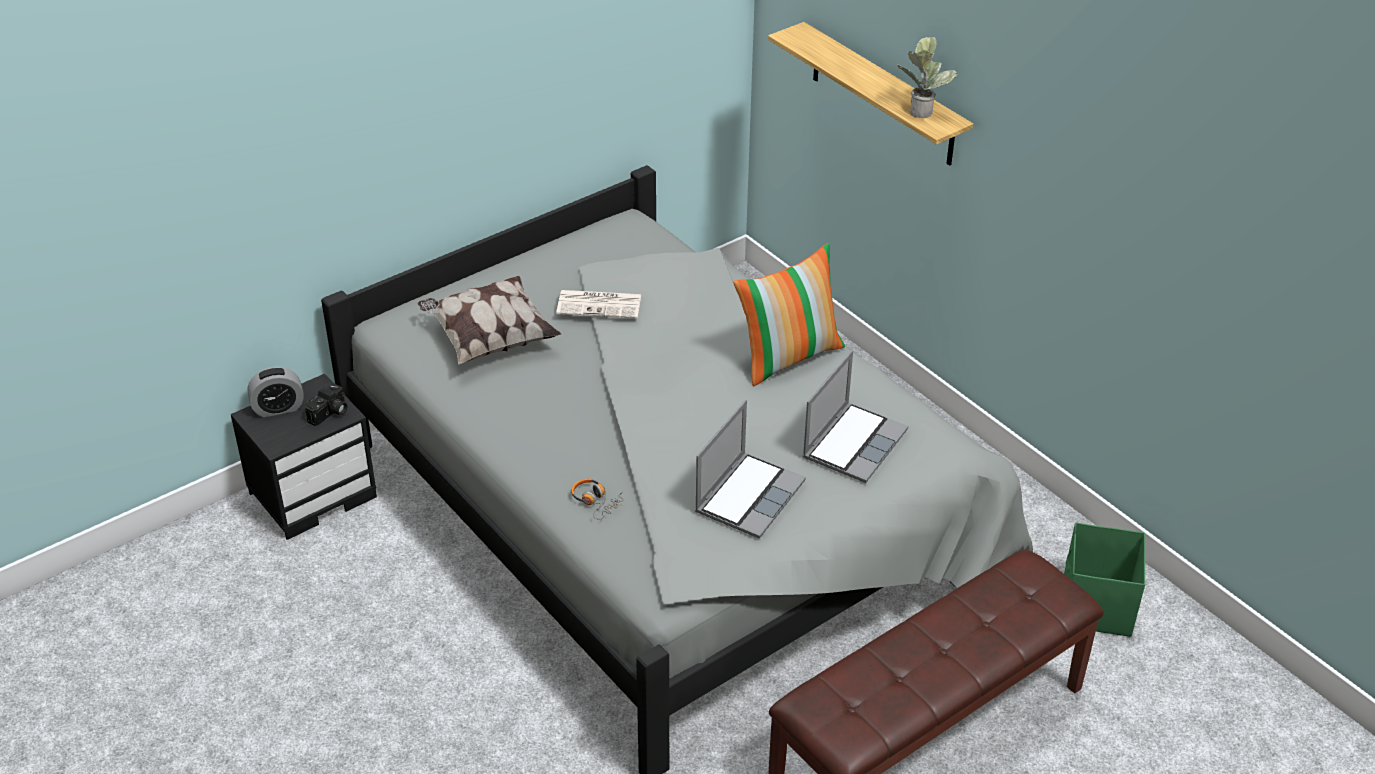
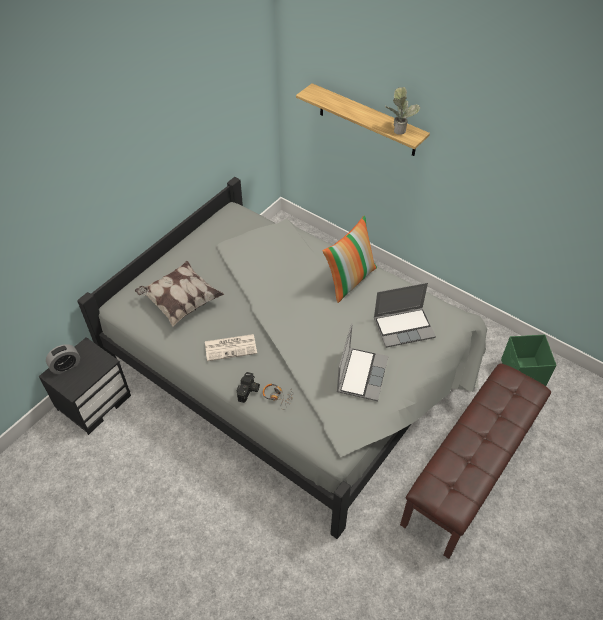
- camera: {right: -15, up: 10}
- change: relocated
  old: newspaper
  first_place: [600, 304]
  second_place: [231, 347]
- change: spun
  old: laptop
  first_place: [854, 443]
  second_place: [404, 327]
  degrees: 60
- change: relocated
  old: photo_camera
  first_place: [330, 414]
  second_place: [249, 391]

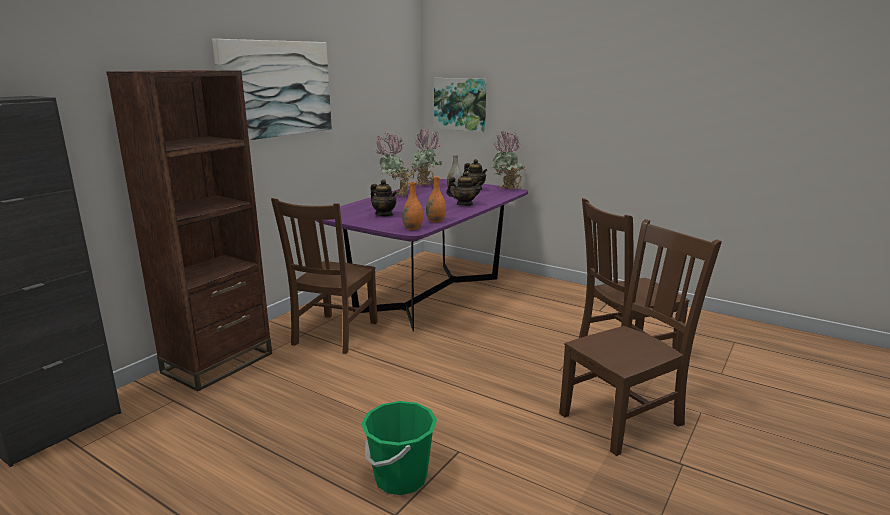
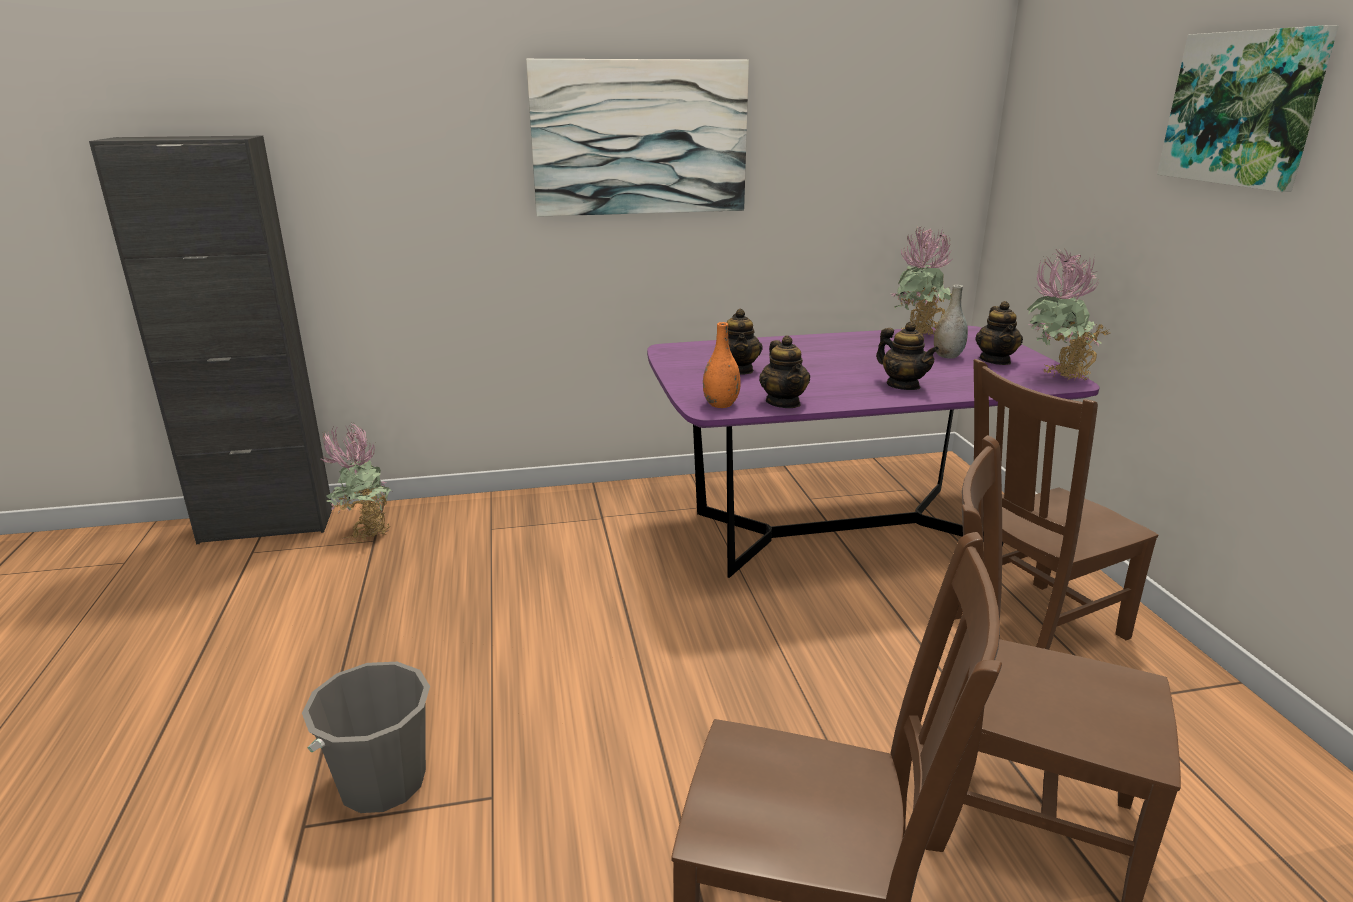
- camera: {right: 45, up: 5}
- change: missing
  old: brown_bookcase
  first_place: [218, 363]
- change: relocated
  old: picture
  first_place: [460, 104]
  second_place: [1243, 109]
- change: relocated
  old: potted_plant
  first_place: [395, 195]
  second_place: [365, 532]
- change: exchanged
  old: orange_vase
  new: teapot
  first_place: [436, 221]
  second_place: [783, 403]
- change: relocated
  old: brown_chair
  first_place: [334, 334]
  second_place: [1031, 628]
- change: colour
  old: green_bucket
  new: grey_bucket
  first_place: [400, 478]
  second_place: [382, 782]

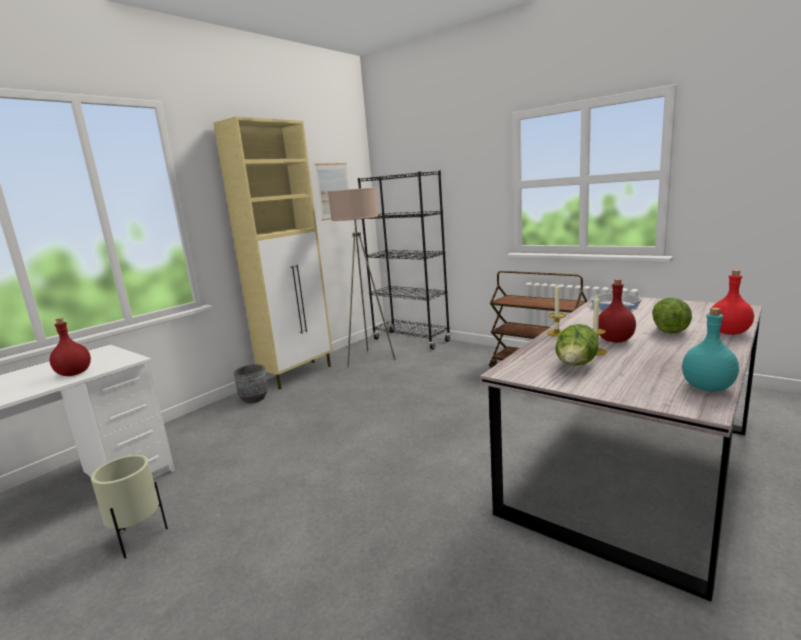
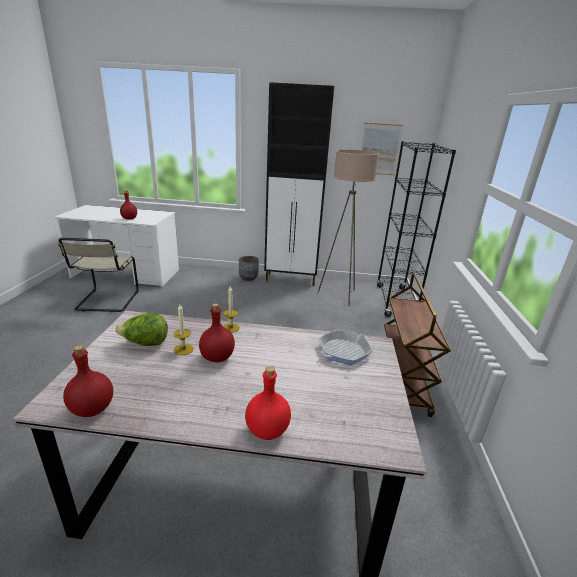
- camera: {right: 55, up: 10}
- change: colour
  old: beige_cabinet
  new: black_cabinet
  first_place: [298, 374]
  second_place: [291, 279]
- change: missing
  old: lettuce
  first_place: [669, 330]
- change: colour
  old: turquoise_bottle
  new: red_bottle
  first_place: [707, 388]
  second_place: [92, 408]
- change: exchanged
  old: beige_planter
  new: beige_chair
  first_place: [139, 539]
  second_place: [107, 301]

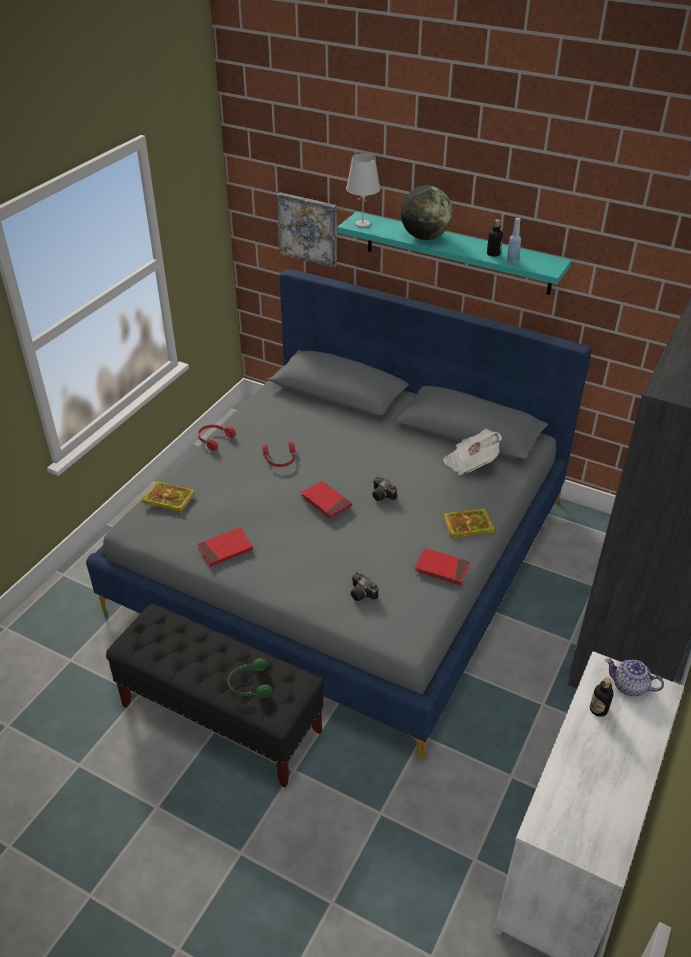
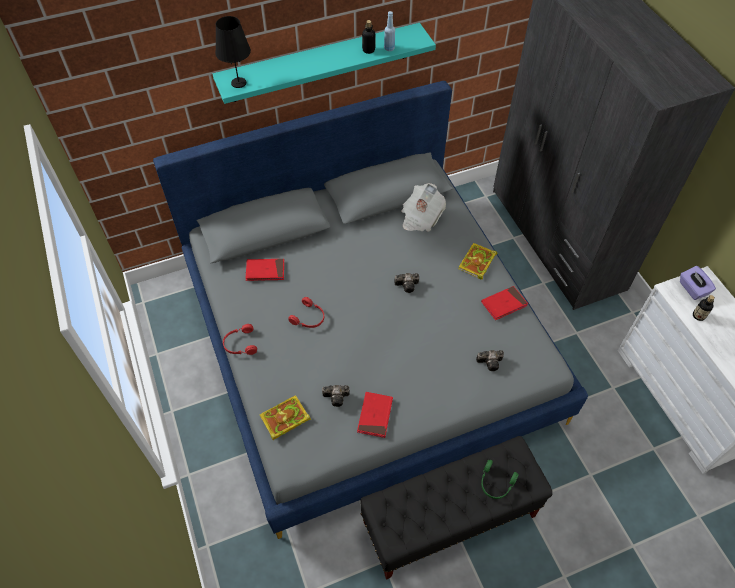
- camera: {right: -50, up: 15}
- change: colour
  old: white_table_lamp
  new: black_table_lamp
  first_place: [362, 224]
  second_place: [238, 83]
- change: missing
  old: globe
  first_place: [424, 237]
- change: missing
  old: picture
  first_place: [308, 229]
- change: relocated
  old: red_book
  first_place: [325, 501]
  second_place: [265, 271]
- change: exchanged
  old: teapot
  new: purple_tissue_box
  first_place: [630, 686]
  second_place: [692, 289]
- change: appeared
  new: photo_camera
  second_place: [337, 397]

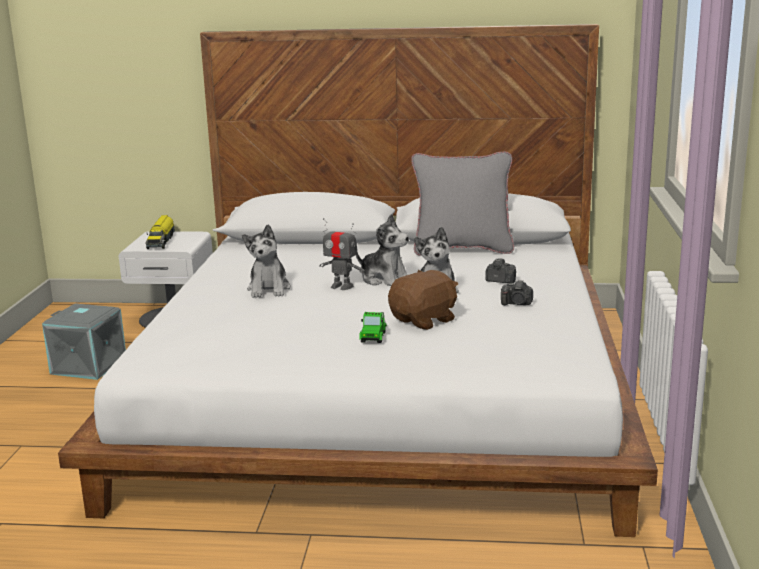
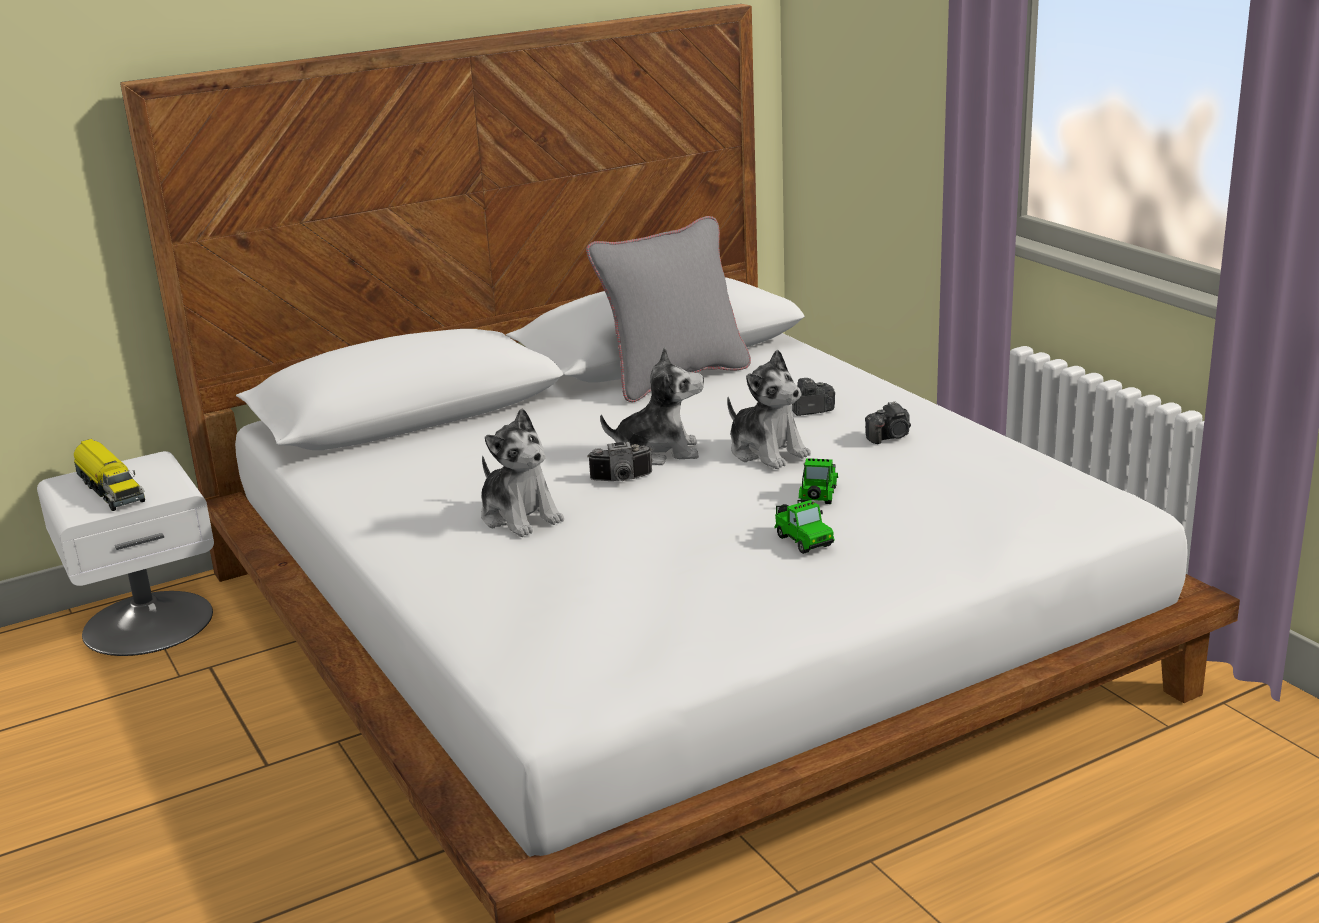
- camera: {right: -35, up: 5}
- change: exchanged
  old: toy_robot
  new: photo_camera
  first_place: [341, 286]
  second_place: [622, 480]
- change: exchanged
  old: brown_plush_toy
  new: toy_car
  first_place: [424, 320]
  second_place: [818, 496]
- change: missing
  old: grey_storage_box
  first_place: [90, 365]

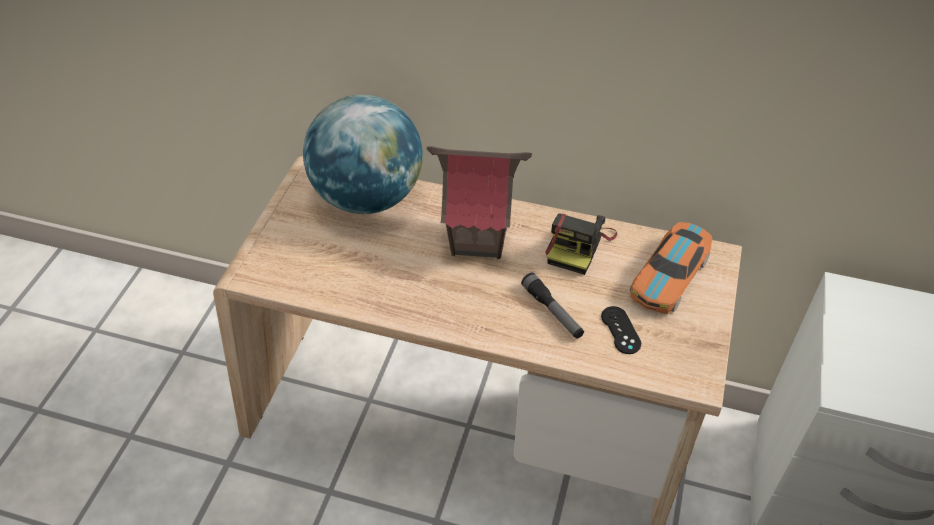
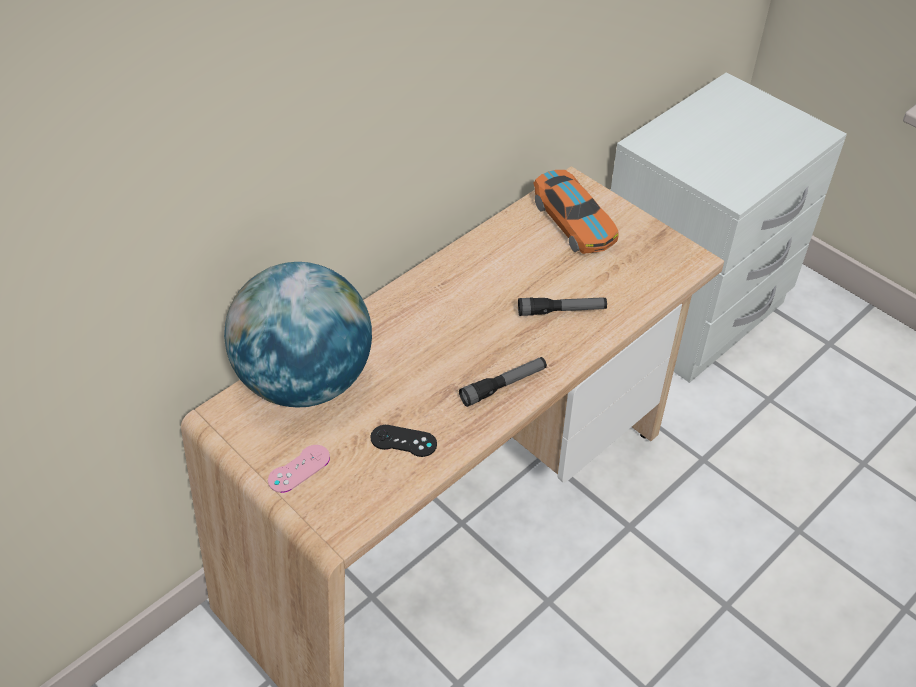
- camera: {right: -60, up: 0}
- change: missing
  old: toy_house
  first_place: [477, 239]
- change: missing
  old: photo_camera
  first_place: [578, 245]
- change: relocated
  old: black_game_controller
  first_place: [620, 330]
  second_place: [403, 441]
- change: appeared
  new: flashlight
  second_place: [503, 386]
- change: appeared
  new: pink_game_controller
  second_place: [299, 469]

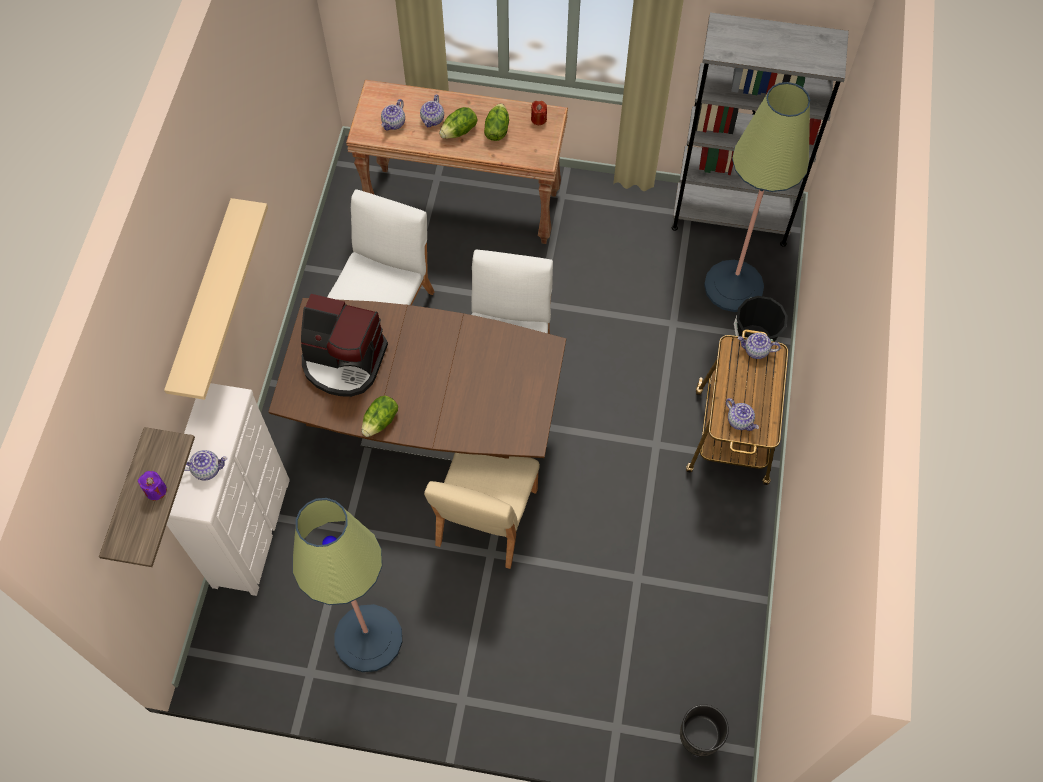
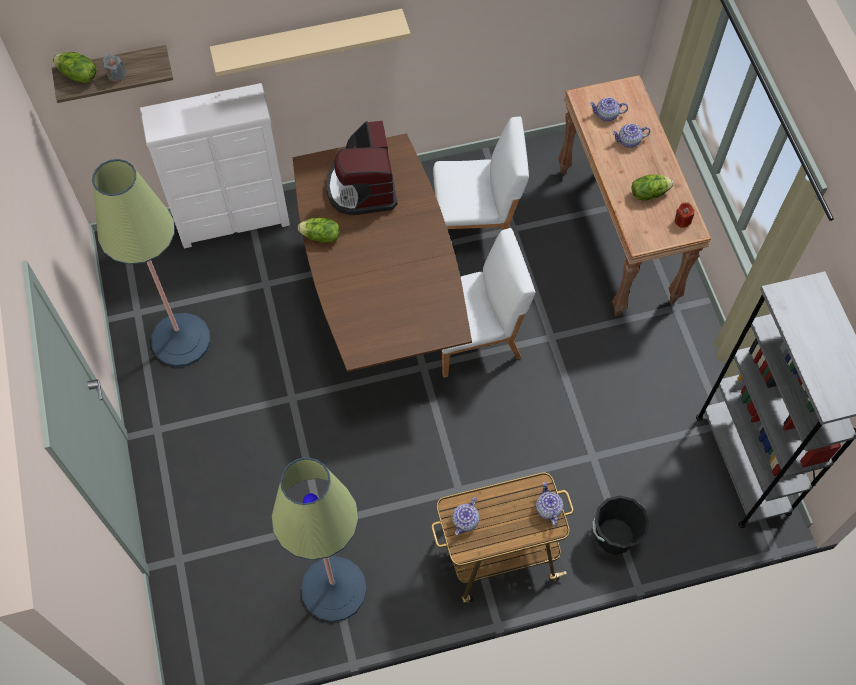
- camera: {right: 65, up: 0}
- change: relocated
  old: floor_lamp
  first_place: [733, 286]
  second_place: [333, 589]
- change: relocated
  old: lettuce
  first_place: [459, 131]
  second_place: [78, 76]
- change: missing
  old: teapot
  first_place: [207, 469]
- change: missing
  old: beige_chair
  first_place: [485, 518]
- change: colour
  old: purple_candle
  new: grey_candle
  first_place: [156, 490]
  second_place: [116, 75]
- change: missing
  old: black_planter
  first_place: [696, 741]

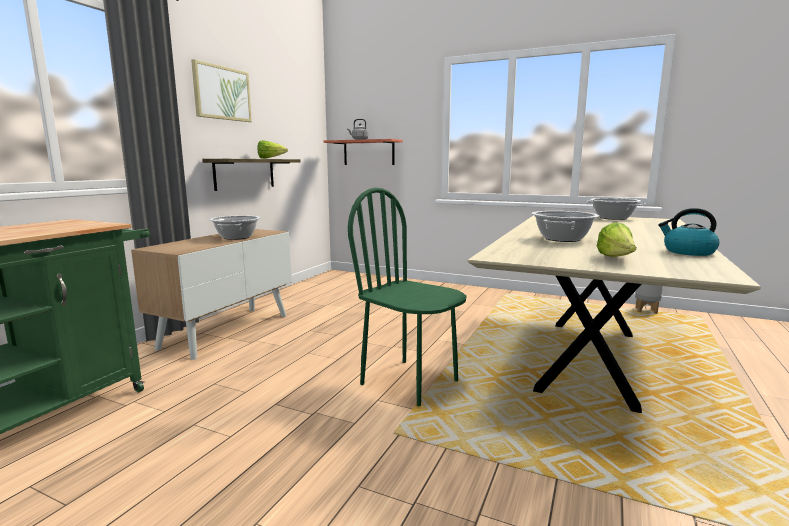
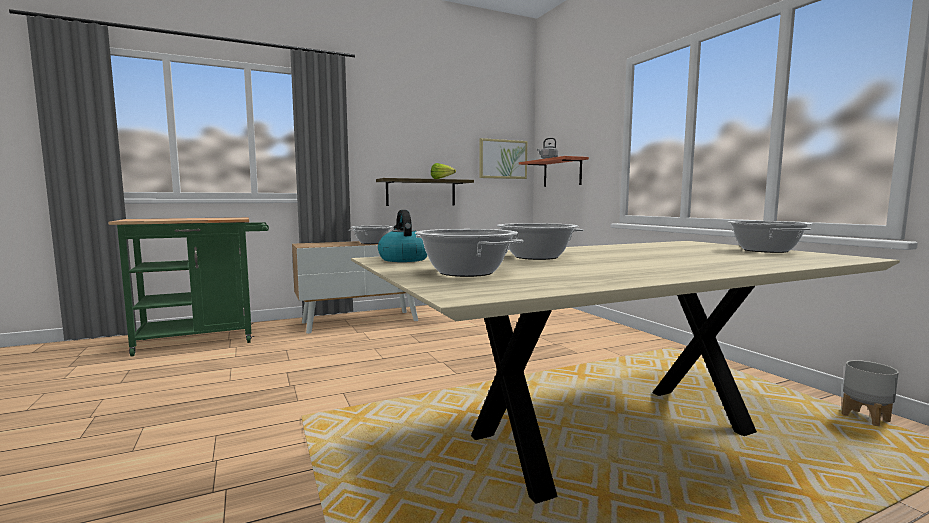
- camera: {right: 40, up: -5}
- change: relocated
  old: picture
  first_place: [222, 93]
  second_place: [503, 159]
- change: missing
  old: green_chair
  first_place: [410, 382]
- change: relocated
  old: kettle
  first_place: [688, 252]
  second_place: [403, 259]
- change: exchanged
  old: lettuce
  new: cooking_pot
  first_place: [617, 259]
  second_place: [466, 272]

